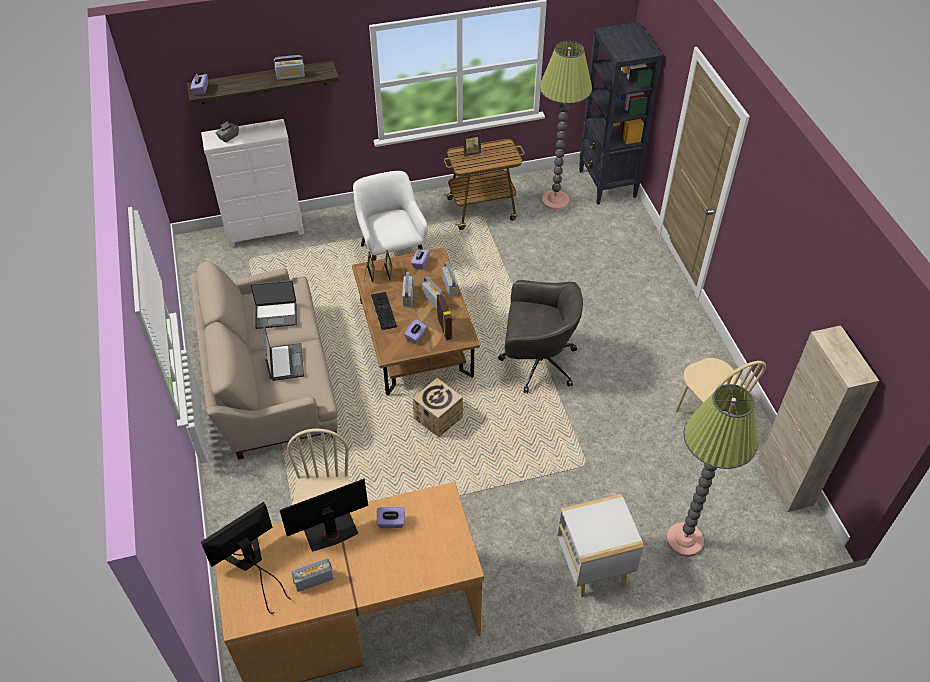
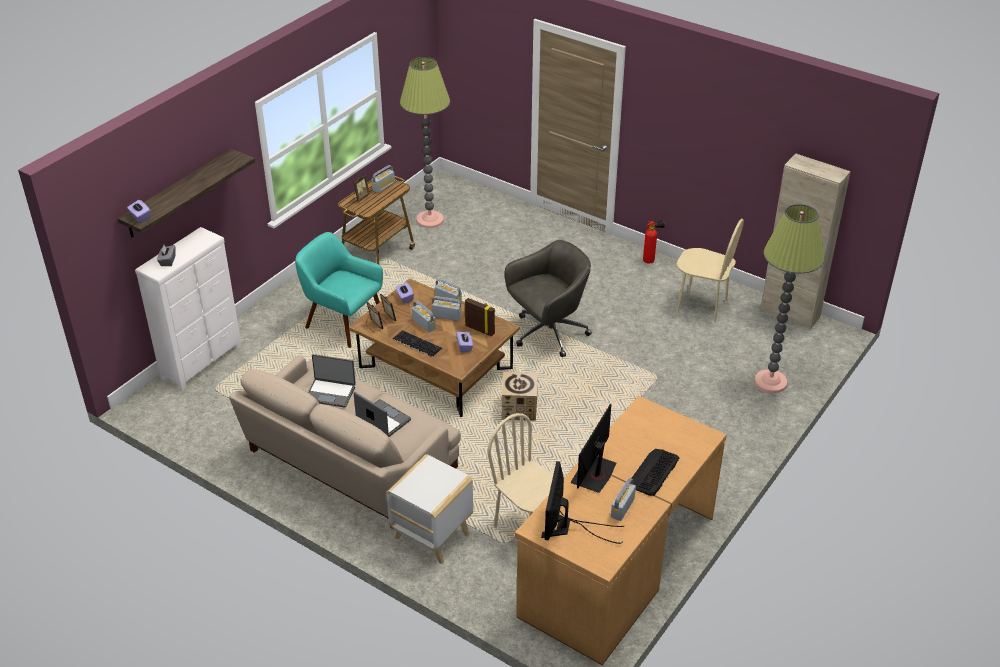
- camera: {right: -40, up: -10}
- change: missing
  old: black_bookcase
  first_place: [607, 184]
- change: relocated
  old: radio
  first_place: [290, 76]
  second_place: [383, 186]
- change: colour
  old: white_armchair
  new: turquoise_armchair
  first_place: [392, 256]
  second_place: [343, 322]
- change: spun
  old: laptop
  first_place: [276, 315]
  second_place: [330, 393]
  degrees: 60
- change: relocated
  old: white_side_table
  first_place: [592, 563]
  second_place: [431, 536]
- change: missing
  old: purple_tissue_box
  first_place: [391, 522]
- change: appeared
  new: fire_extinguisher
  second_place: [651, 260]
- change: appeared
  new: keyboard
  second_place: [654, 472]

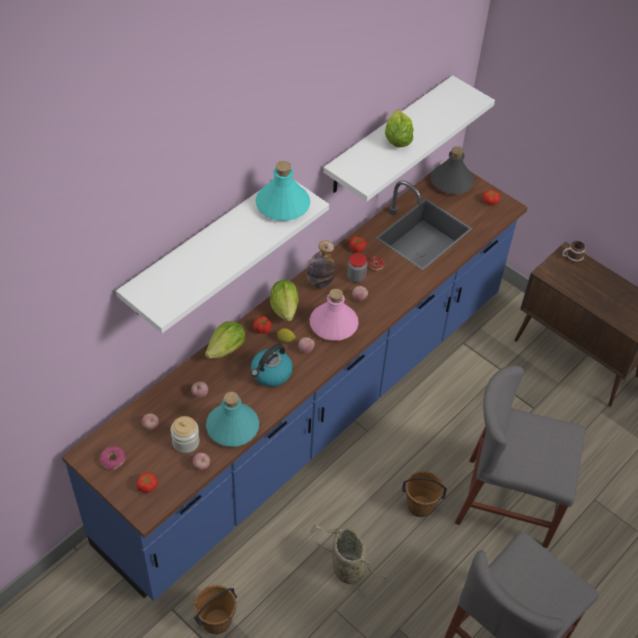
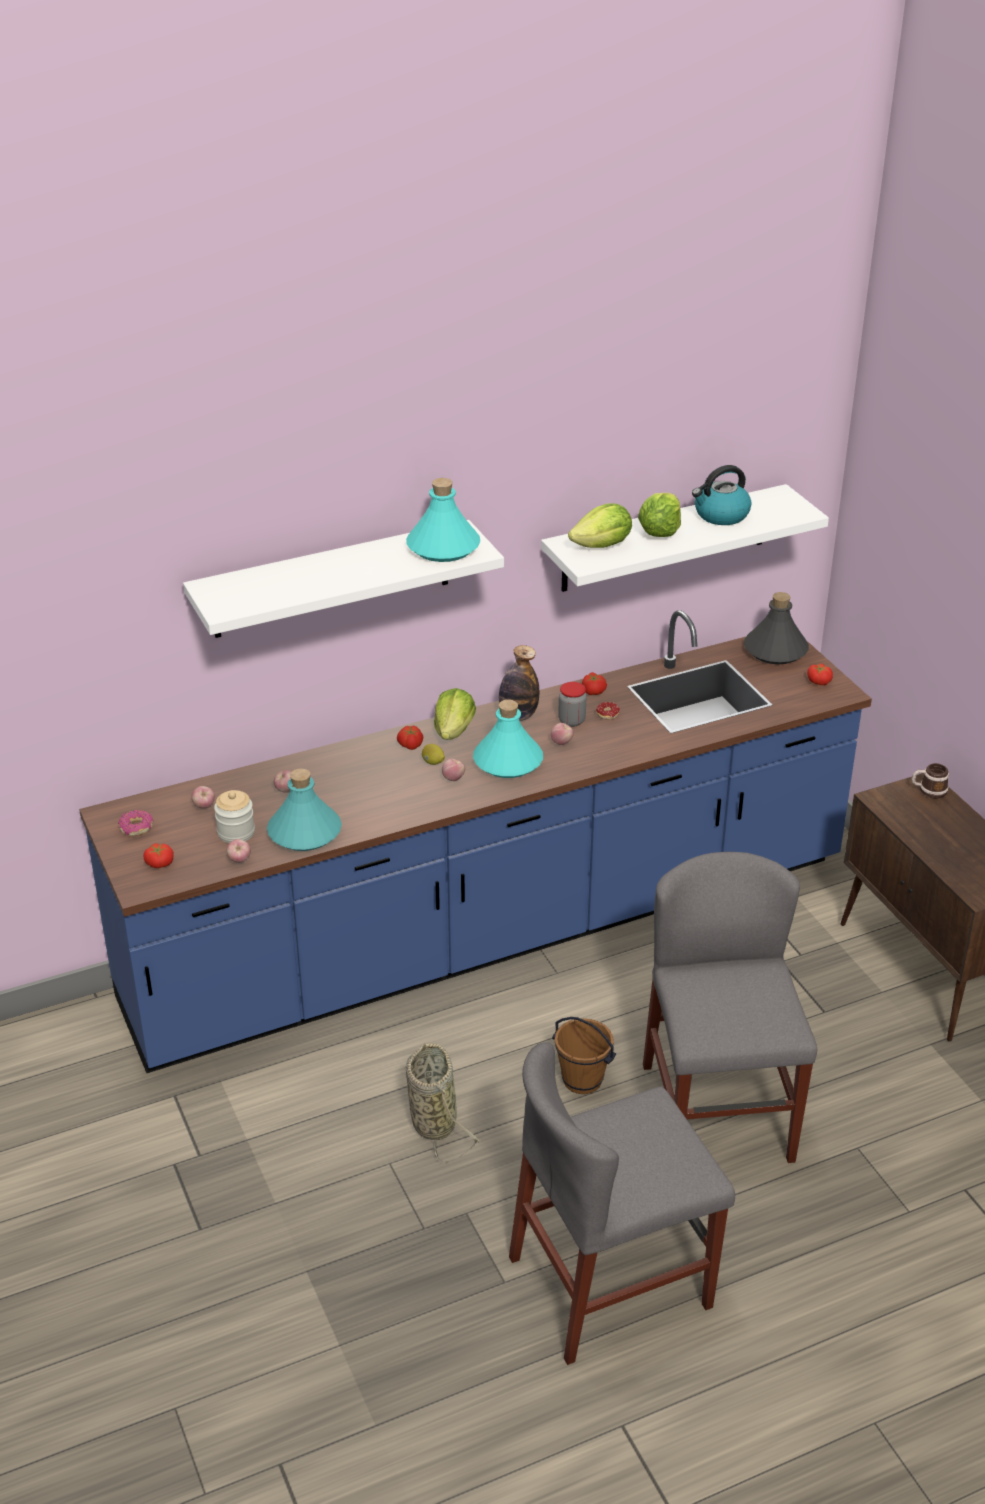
- camera: {right: 25, up: -15}
- change: colour
  old: pink_bottle
  new: turquoise_bottle
  first_place: [333, 324]
  second_place: [507, 761]
- change: relocated
  old: lettuce
  first_place: [226, 349]
  second_place: [602, 546]
- change: relocated
  old: kettle
  first_place: [271, 374]
  second_place: [720, 515]
- change: spun
  old: grey_chair
  first_place: [508, 502]
  second_place: [717, 1112]
  degrees: 45
- change: missing
  old: brown_bucket
  first_place: [216, 621]

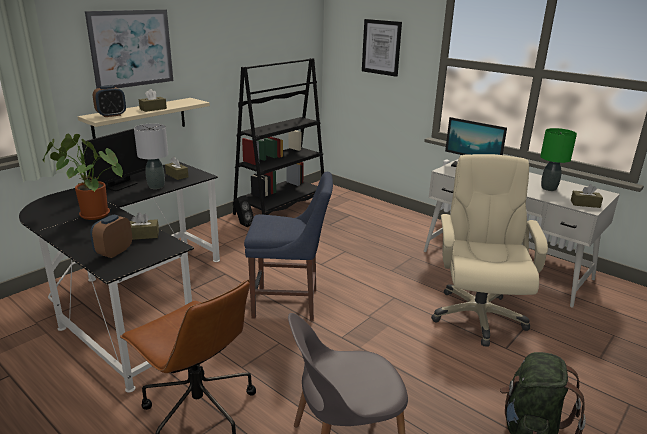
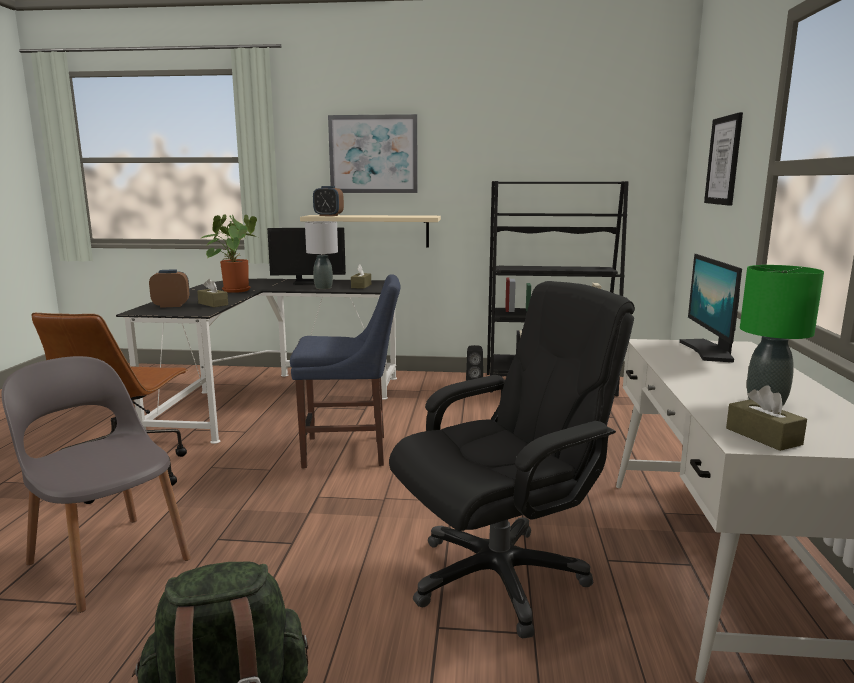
- camera: {right: 55, up: -10}
- change: missing
  old: brown_tissue_box
  first_place: [153, 109]
- change: colour
  old: beige_office_chair
  new: black_office_chair
  first_place: [477, 315]
  second_place: [499, 576]
- change: spun
  old: blue_chair
  first_place: [289, 303]
  second_place: [350, 451]
  degrees: -60

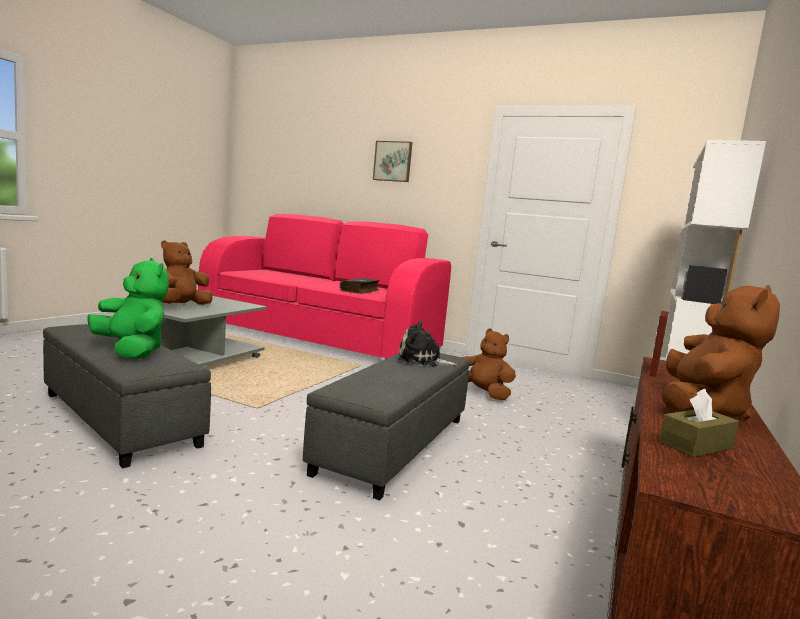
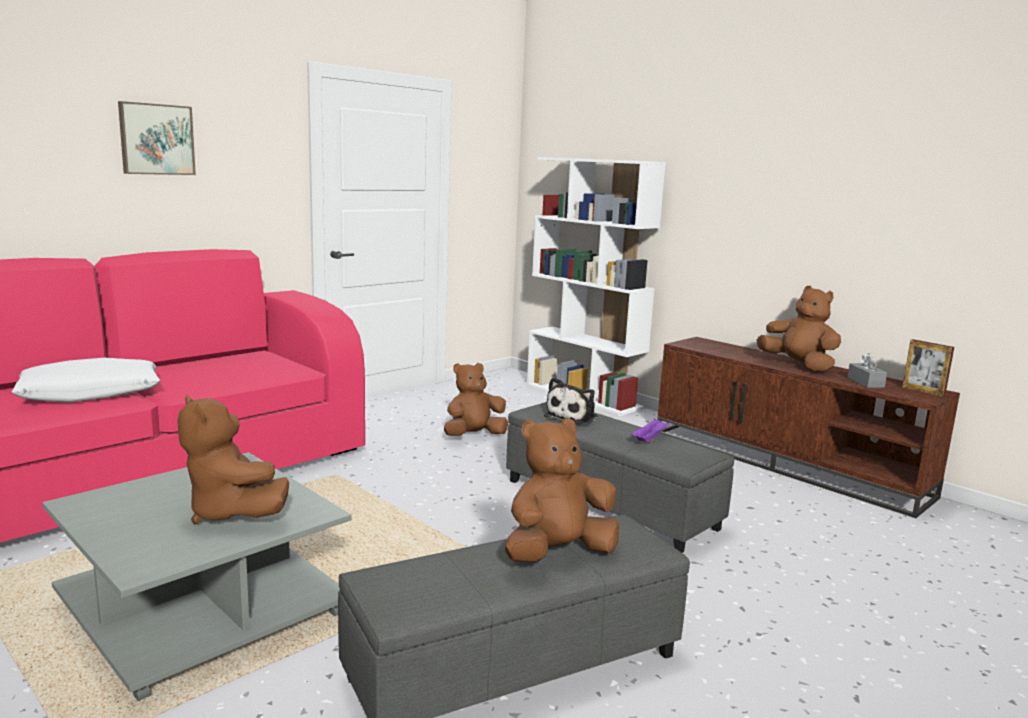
- camera: {right: -70, up: 5}
- change: colour
  old: green_plush_toy
  new: brown_plush_toy
  first_place: [132, 351]
  second_place: [557, 553]
- change: missing
  old: book
  first_place: [360, 291]
- change: relocated
  old: picture_frame
  first_place: [653, 371]
  second_place: [923, 391]
- change: colour
  old: brown_tissue_box
  new: grey_tissue_box
  first_place: [696, 445]
  second_place: [865, 382]
- change: appeared
  new: white_pillow
  second_place: [90, 394]
- change: appeared
  new: purple_tray
  second_place: [650, 439]

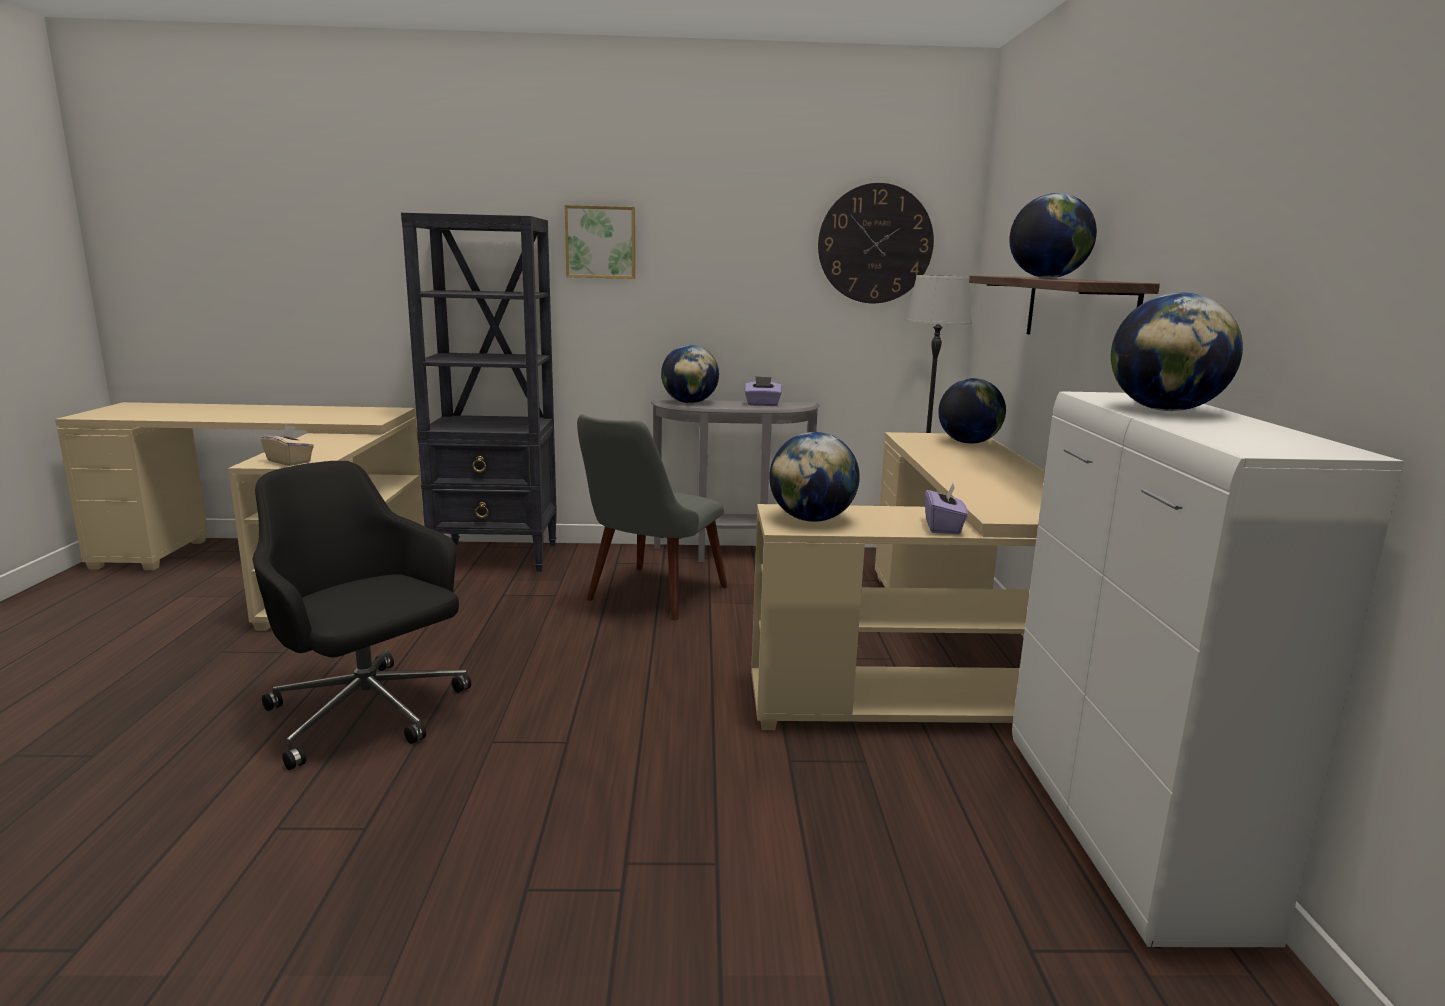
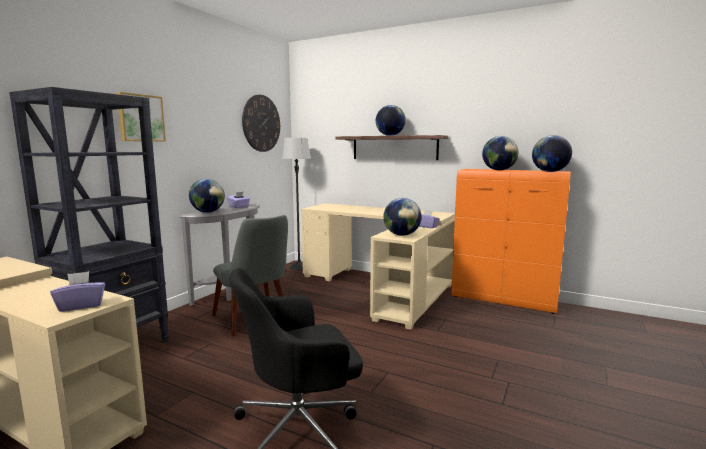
- camera: {right: -60, up: -5}
- change: relocated
  old: globe
  first_place: [968, 443]
  second_place: [550, 171]
- change: colour
  old: white_cabinet
  new: orange_cabinet
  first_place: [1124, 834]
  second_place: [504, 300]
- change: colour
  old: beige_tissue_box
  new: purple_tissue_box
  first_place: [289, 461]
  second_place: [81, 305]

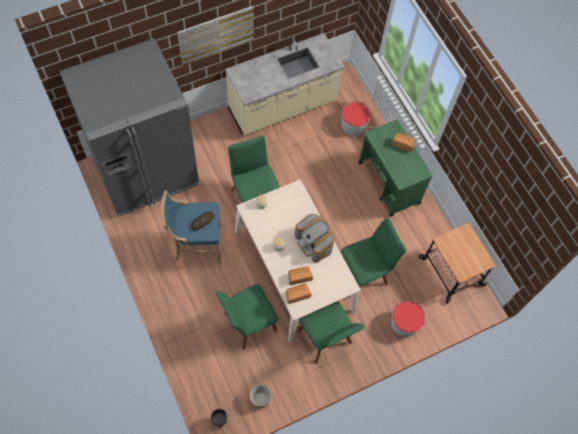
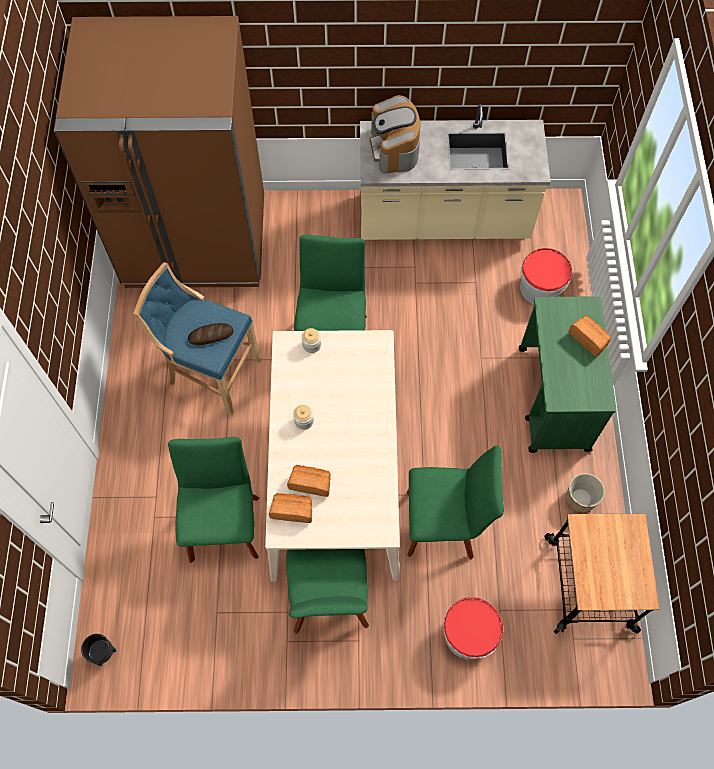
- camera: {right: 30, up: 0}
- change: missing
  old: picture
  first_place: [216, 35]
- change: colour
  old: grey_fridge
  new: brown_fridge
  first_place: [146, 172]
  second_place: [196, 241]
- change: relocated
  old: coffee_machine
  first_place: [314, 242]
  second_place: [394, 148]
- change: spun
  old: green_chair
  first_place: [248, 324]
  second_place: [223, 523]
  degrees: 90
- change: relocated
  old: planter
  first_place: [260, 399]
  second_place: [580, 498]

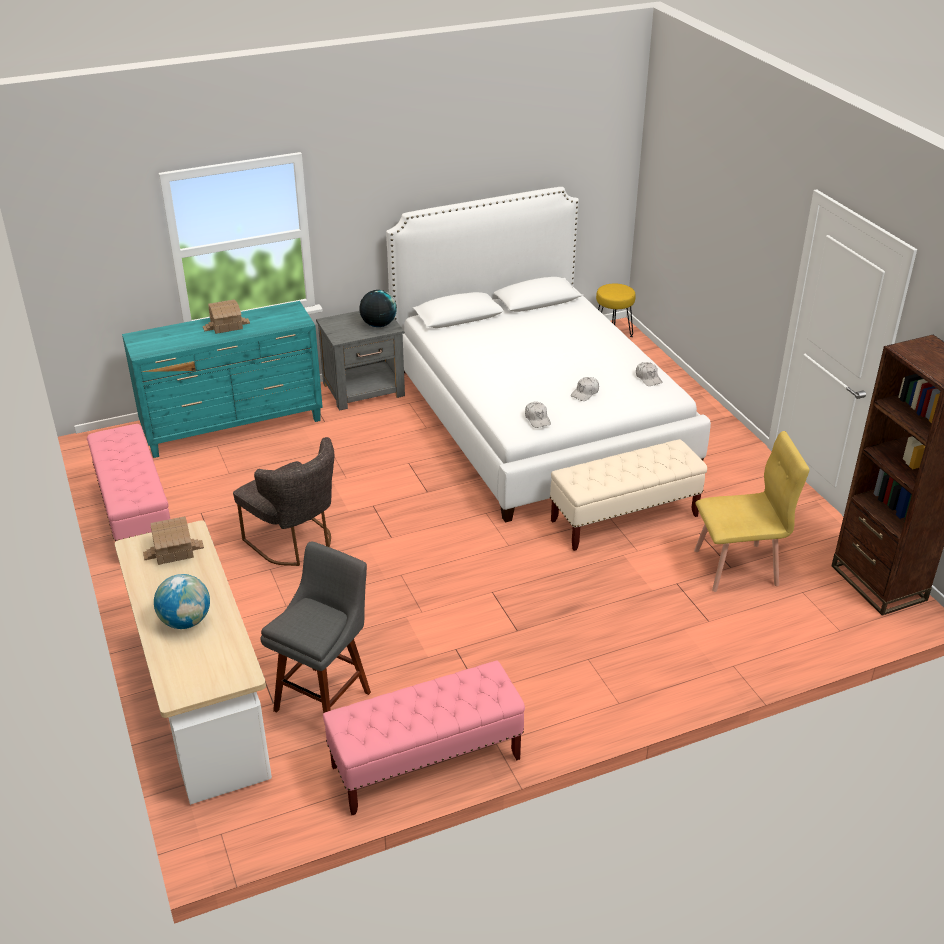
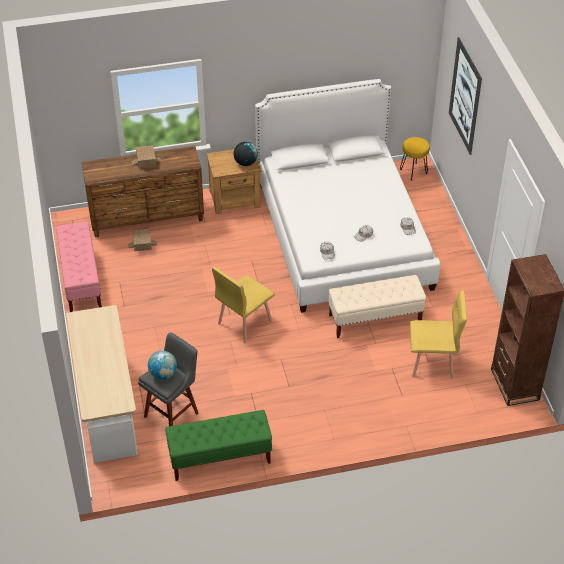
- camera: {right: 10, up: 10}
- change: colour
  old: turquoise_dresser
  new: brown_dresser
  first_place: [234, 427]
  second_place: [147, 219]
- change: colour
  old: grey_nightstand
  new: brown_nightstand
  first_place: [365, 390]
  second_place: [235, 199]
- change: missing
  old: grey_chair
  first_place: [295, 542]
- change: relocated
  old: toy_house
  first_place: [173, 550]
  second_place: [142, 244]
- change: relocated
  old: globe
  first_place: [186, 621]
  second_place: [163, 374]
- change: colour
  old: pink_bench
  new: green_bench
  first_place: [425, 763]
  second_place: [219, 458]
- change: appeared
  new: picture
  second_place: [465, 96]
- change: appeared
  new: yellow_chair
  second_place: [244, 322]

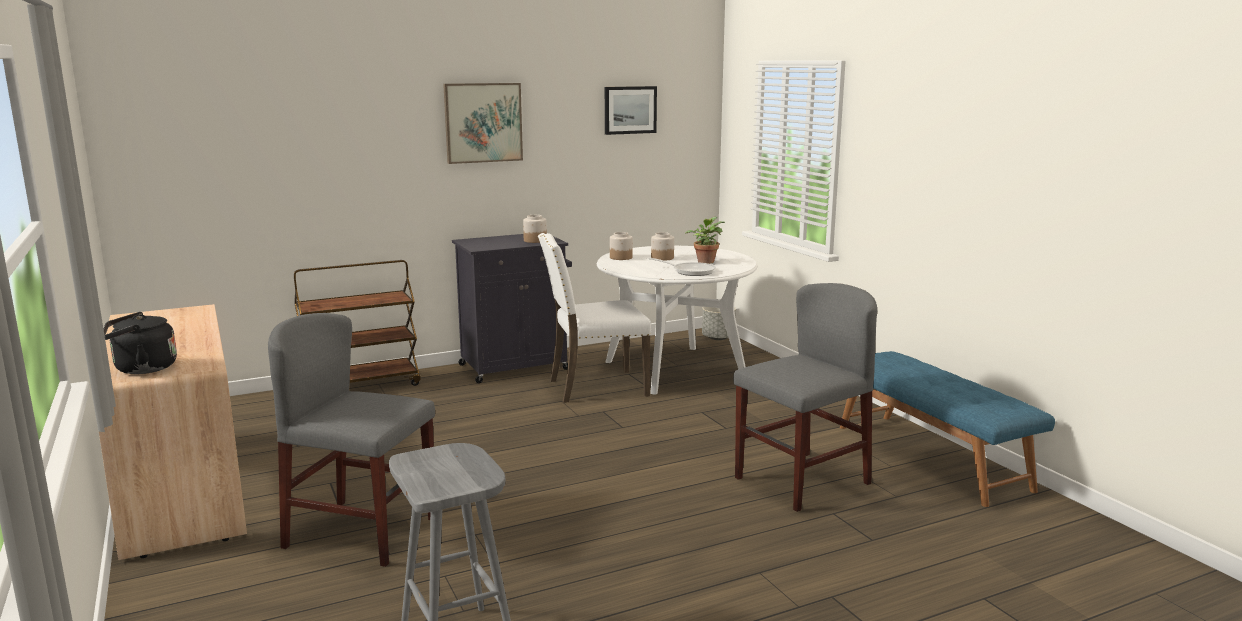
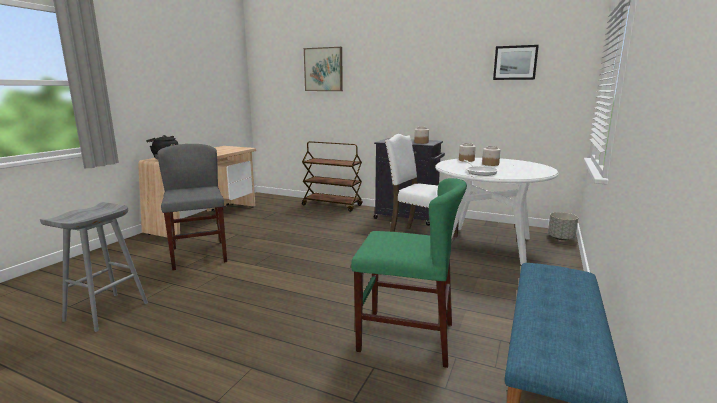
- camera: {right: 50, up: 0}
- change: relocated
  old: picture
  first_place: [483, 122]
  second_place: [323, 69]
- change: missing
  old: potted_plant
  first_place: [705, 261]
- change: colour
  old: grey_chair
  new: green_chair
  first_place: [802, 481]
  second_place: [406, 337]

